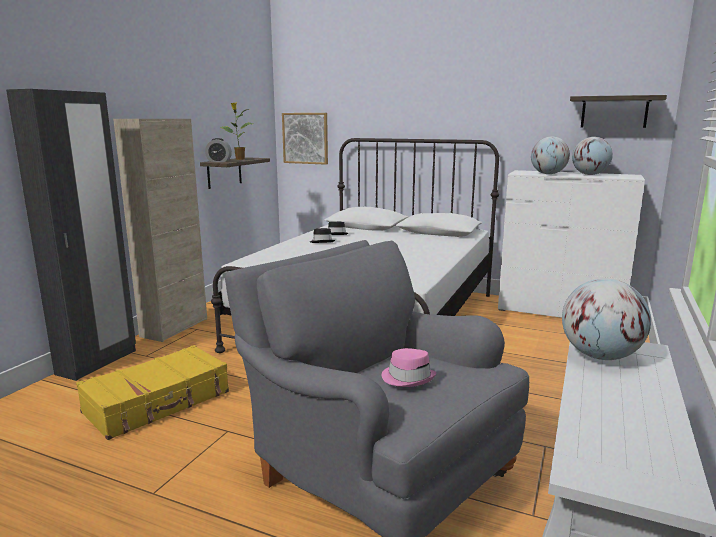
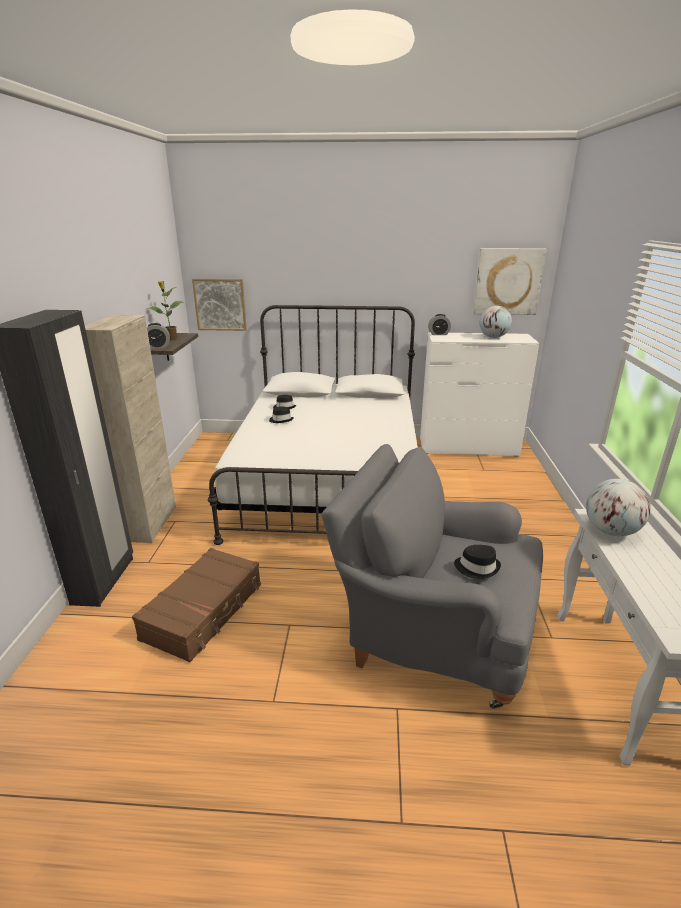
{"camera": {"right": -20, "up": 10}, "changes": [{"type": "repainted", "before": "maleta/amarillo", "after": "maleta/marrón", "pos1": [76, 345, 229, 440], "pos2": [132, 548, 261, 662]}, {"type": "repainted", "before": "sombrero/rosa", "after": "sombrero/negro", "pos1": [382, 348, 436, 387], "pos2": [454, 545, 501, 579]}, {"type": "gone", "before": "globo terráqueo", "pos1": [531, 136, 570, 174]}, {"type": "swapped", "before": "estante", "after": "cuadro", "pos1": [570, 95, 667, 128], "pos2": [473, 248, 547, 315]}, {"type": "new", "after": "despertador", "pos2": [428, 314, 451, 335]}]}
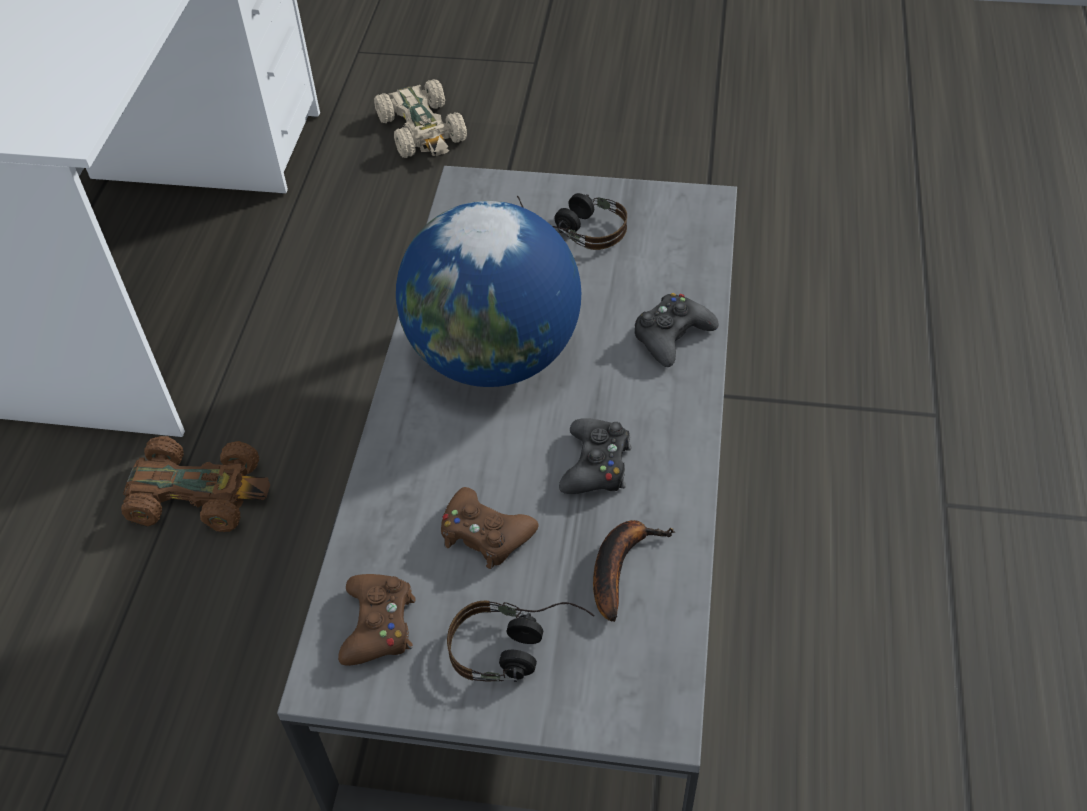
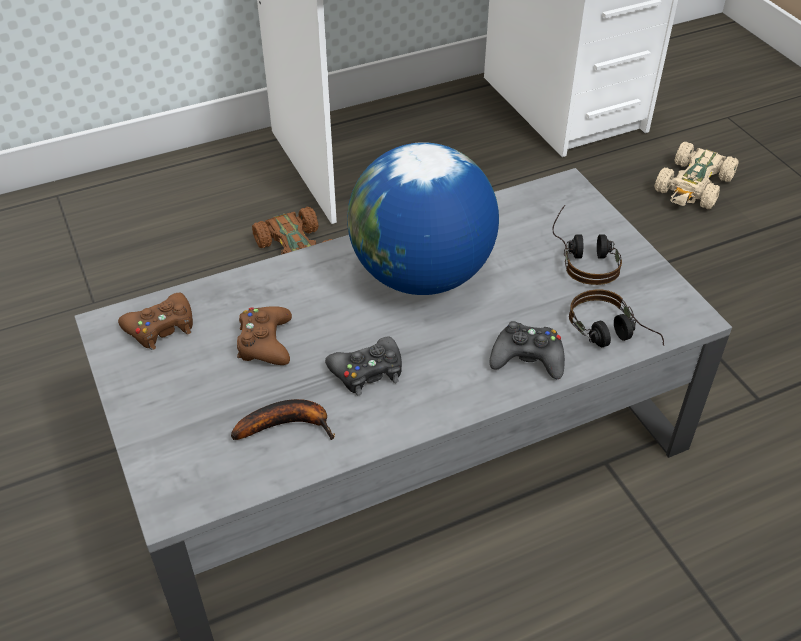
{"camera": {"right": 55, "up": -5}, "changes": [{"type": "shifted", "before": "auriculares", "pos1": [447, 601, 595, 682], "pos2": [569, 290, 664, 347]}]}
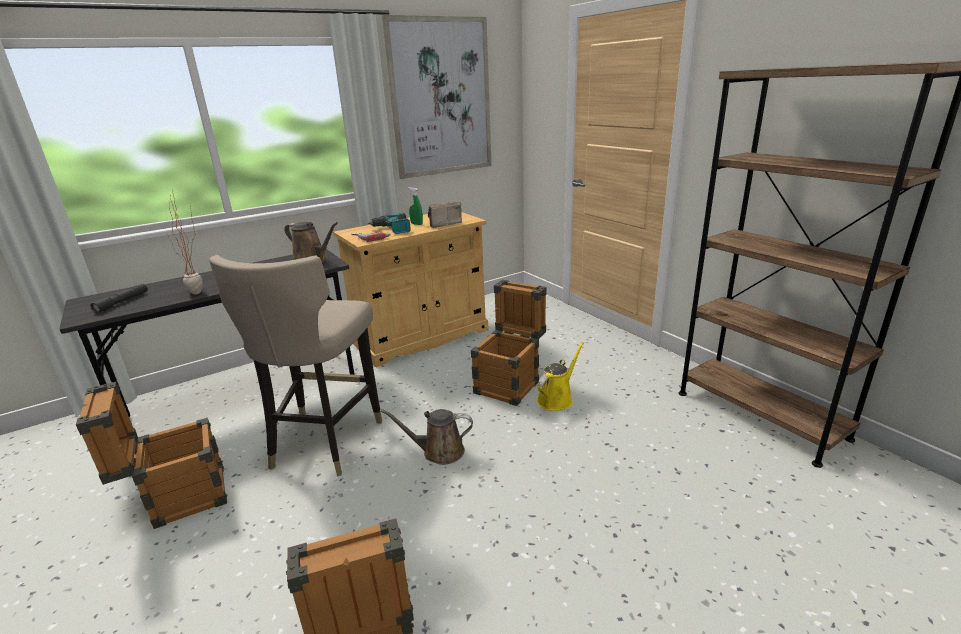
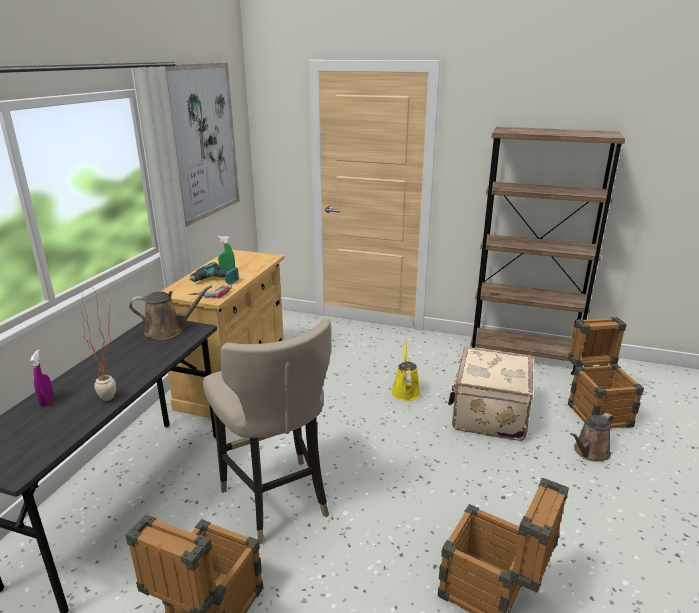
{"camera": {"right": -40, "up": 0}, "changes": [{"type": "gone", "before": "linterna/gris", "pos1": [90, 284, 148, 314]}, {"type": "shifted", "before": "regadera/marrón", "pos1": [381, 409, 473, 465], "pos2": [570, 413, 614, 462]}, {"type": "gone", "before": "radio", "pos1": [428, 201, 462, 228]}, {"type": "shifted", "before": "caja de embalaje", "pos1": [471, 280, 547, 406], "pos2": [568, 317, 644, 429]}, {"type": "new", "after": "pulverizador/morado", "pos2": [30, 350, 53, 407]}, {"type": "new", "after": "maleta/beis", "pos2": [448, 347, 533, 441]}]}
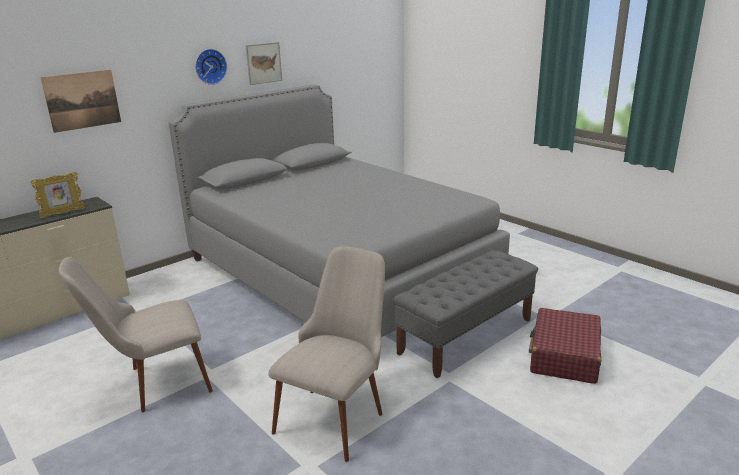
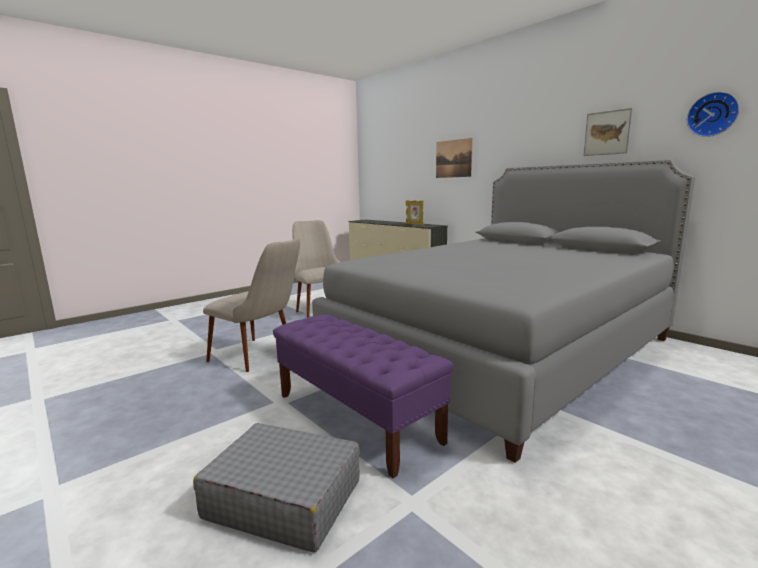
{"camera": {"right": 90, "up": -10}, "changes": [{"type": "shifted", "before": "reloj de pared", "pos1": [195, 49, 227, 85], "pos2": [686, 92, 740, 137]}, {"type": "repainted", "before": "banco/gris", "after": "banco/morado", "pos1": [393, 250, 538, 378], "pos2": [273, 314, 454, 478]}, {"type": "repainted", "before": "maleta/rojo", "after": "maleta/gris", "pos1": [529, 308, 601, 384], "pos2": [193, 423, 360, 553]}]}
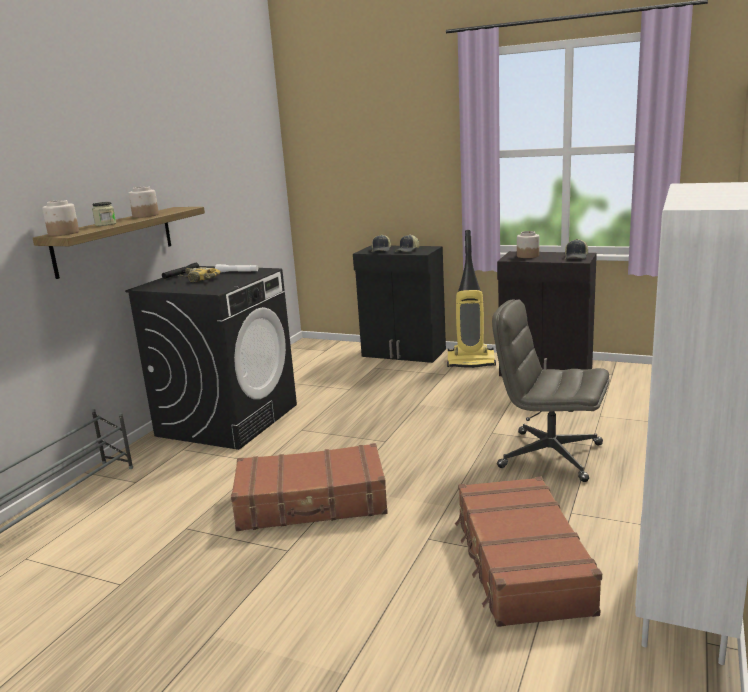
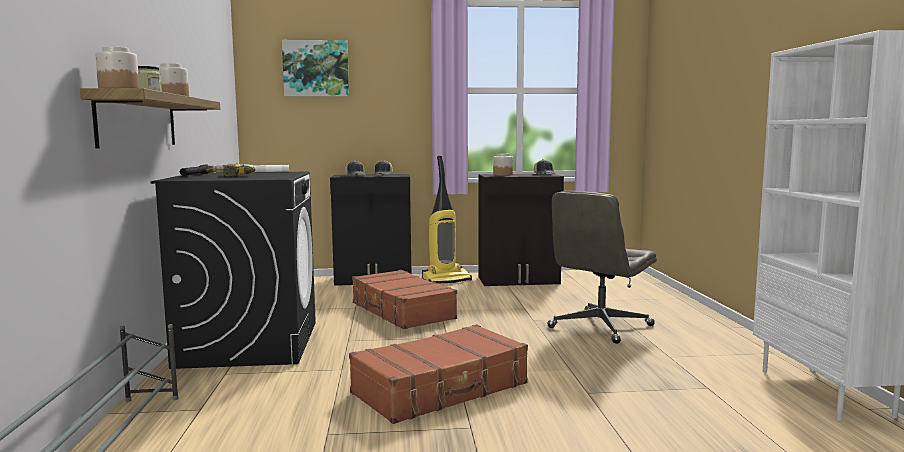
{"camera": {"right": -30, "up": -10}, "changes": [{"type": "shifted", "before": "maleta/marrón", "pos1": [455, 477, 602, 627], "pos2": [352, 270, 457, 329]}, {"type": "rotated", "before": "silla de oficina/gris", "pos1": [492, 299, 610, 482], "pos2": [547, 191, 657, 344], "turn": -45}, {"type": "new", "after": "cuadro", "pos2": [282, 40, 349, 97]}]}
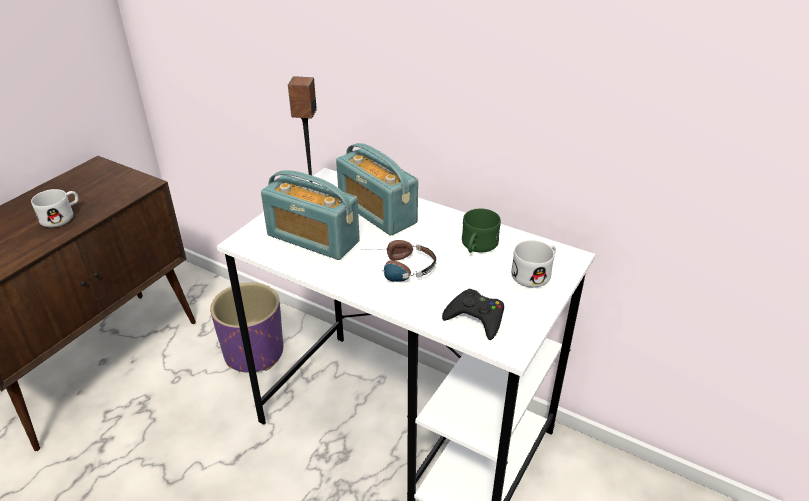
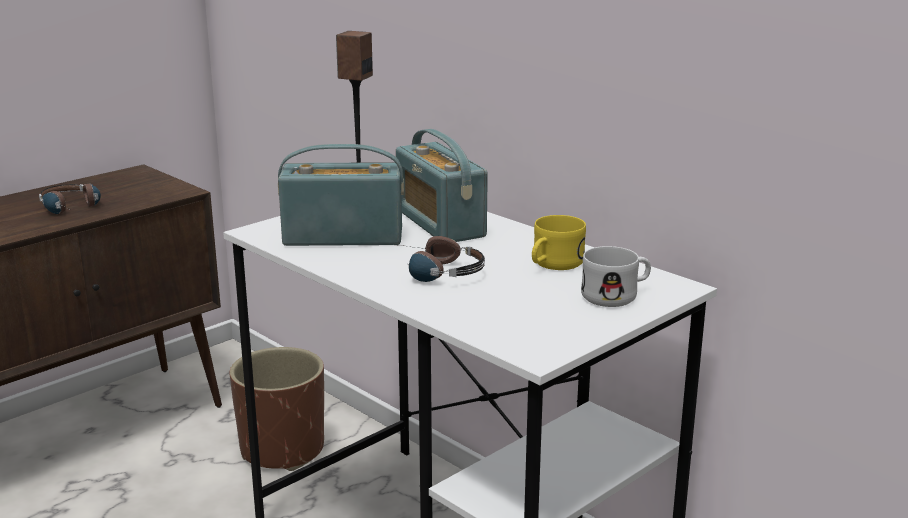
{"camera": {"right": 15, "up": -15}, "changes": [{"type": "swapped", "before": "taza grande/blanco", "after": "auriculares", "pos1": [31, 189, 79, 227], "pos2": [39, 184, 101, 214]}, {"type": "repainted", "before": "maceta/morado", "after": "maceta/marrón", "pos1": [210, 283, 283, 372], "pos2": [230, 347, 324, 471]}, {"type": "rotated", "before": "radio", "pos1": [261, 170, 360, 260], "pos2": [278, 144, 404, 246], "turn": 135}, {"type": "gone", "before": "mando de consola/negro", "pos1": [442, 289, 504, 340]}, {"type": "repainted", "before": "taza grande/verde", "after": "taza grande/amarillo", "pos1": [462, 208, 501, 253], "pos2": [532, 215, 586, 270]}]}
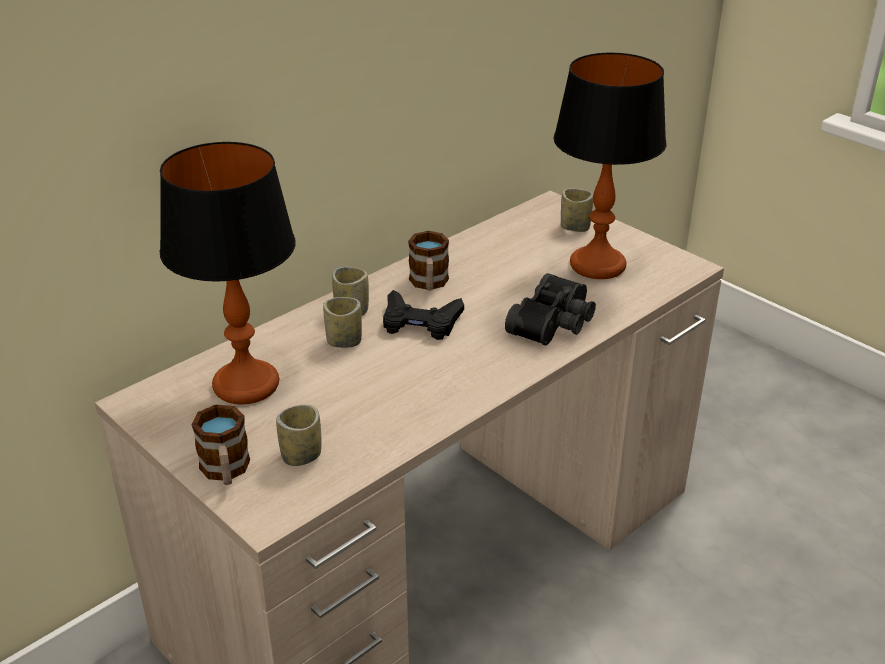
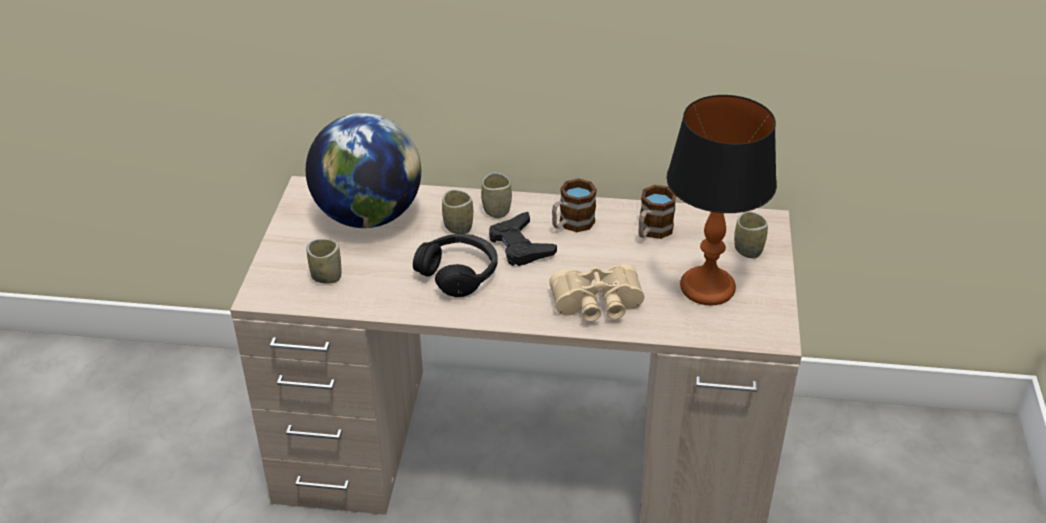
{"camera": {"right": 50, "up": 5}, "changes": [{"type": "swapped", "before": "lámpara de mesa", "after": "globo terráqueo", "pos1": [160, 142, 296, 404], "pos2": [306, 113, 421, 228]}, {"type": "shifted", "before": "taza grande", "pos1": [192, 405, 250, 485], "pos2": [638, 185, 676, 239]}, {"type": "repainted", "before": "prismáticos/negro", "after": "prismáticos/beis", "pos1": [505, 273, 596, 346], "pos2": [549, 264, 644, 322]}, {"type": "new", "after": "auriculares/negro", "pos2": [413, 234, 498, 297]}]}
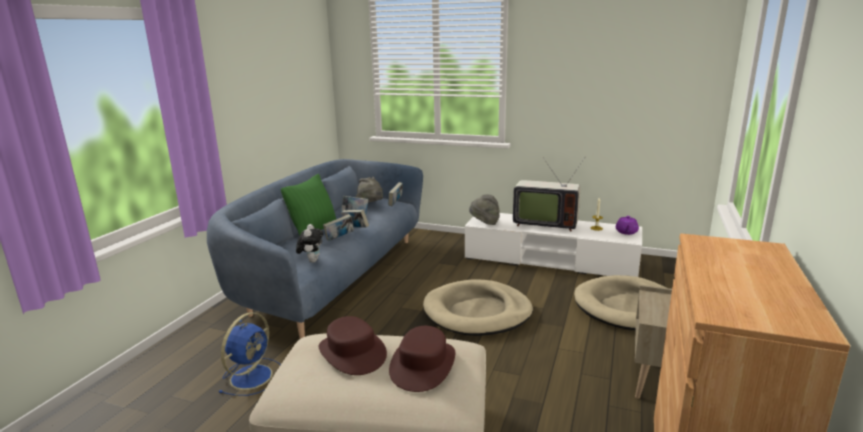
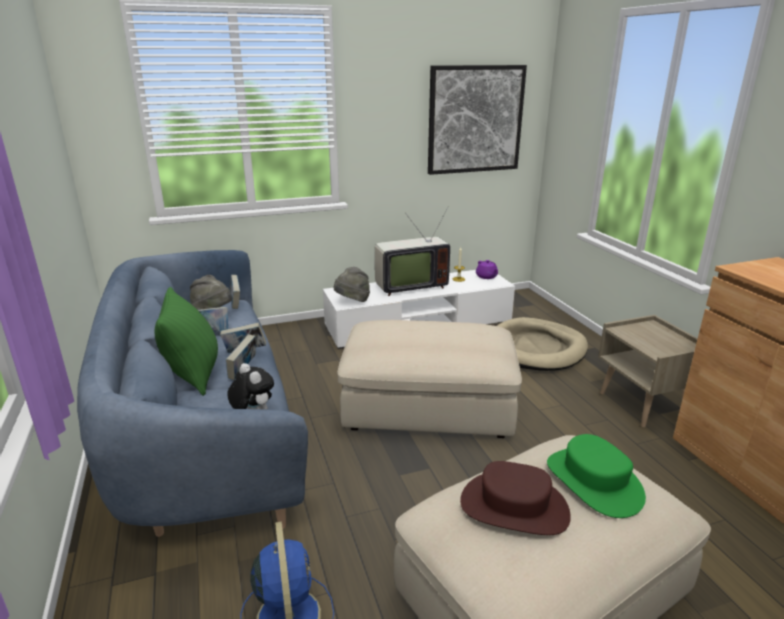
{"camera": {"right": -40, "up": 5}, "changes": [{"type": "repainted", "before": "sombrero/marrón", "after": "sombrero/verde", "pos1": [389, 326, 455, 392], "pos2": [547, 434, 646, 518]}, {"type": "swapped", "before": "cama para perro/beis", "after": "puf/beis", "pos1": [423, 280, 533, 336], "pos2": [338, 320, 522, 438]}, {"type": "new", "after": "cuadro", "pos2": [428, 65, 527, 175]}]}
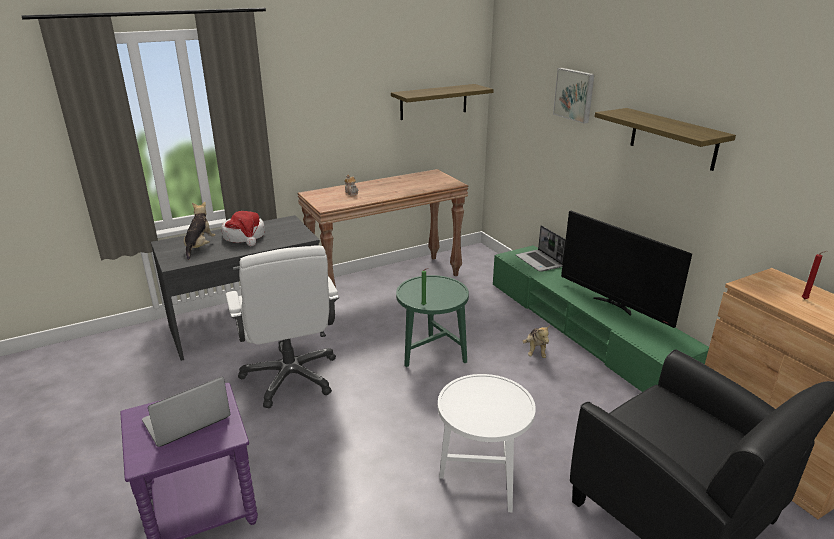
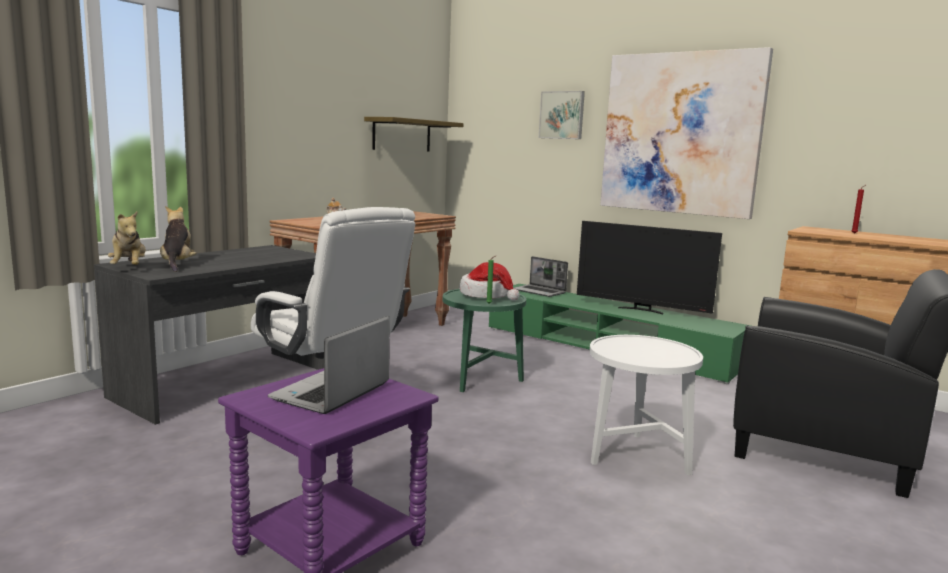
{"camera": {"right": -25, "up": -15}, "changes": [{"type": "shifted", "before": "sombrero", "pos1": [221, 211, 265, 246], "pos2": [460, 262, 519, 301]}, {"type": "shifted", "before": "peluche", "pos1": [522, 325, 550, 358], "pos2": [108, 212, 146, 265]}, {"type": "swapped", "before": "estante", "after": "cuadro", "pos1": [595, 108, 736, 171], "pos2": [600, 47, 773, 219]}]}
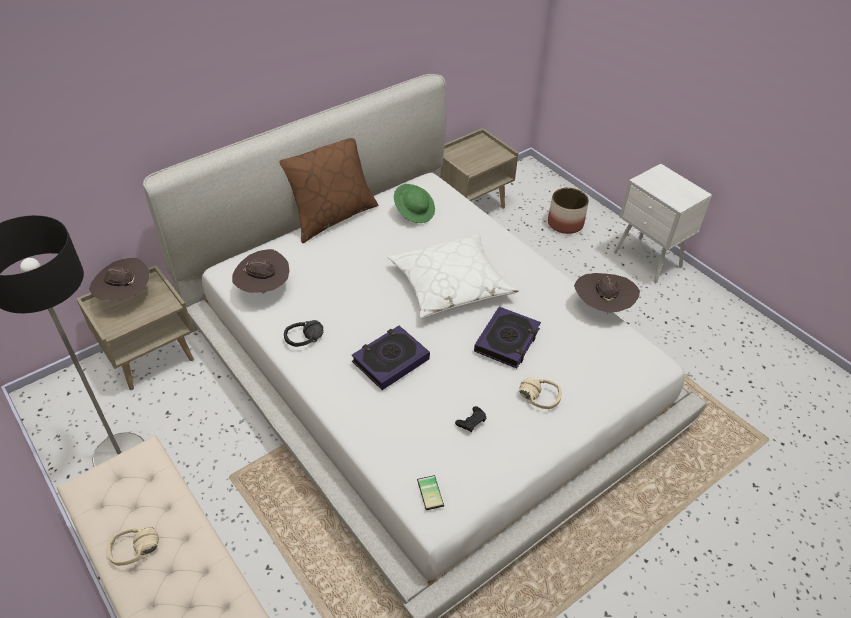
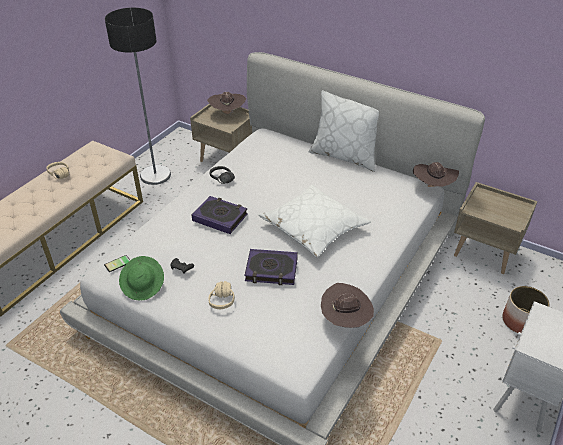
{"camera": {"right": 70, "up": -5}, "changes": [{"type": "shifted", "before": "sombrero/marrón", "pos1": [232, 249, 289, 294], "pos2": [413, 162, 459, 187]}, {"type": "repainted", "before": "cojín/marrón", "after": "cojín/blanco", "pos1": [279, 138, 378, 243], "pos2": [309, 90, 379, 172]}, {"type": "shifted", "before": "sombrero/verde", "pos1": [394, 184, 435, 223], "pos2": [119, 256, 164, 300]}]}
